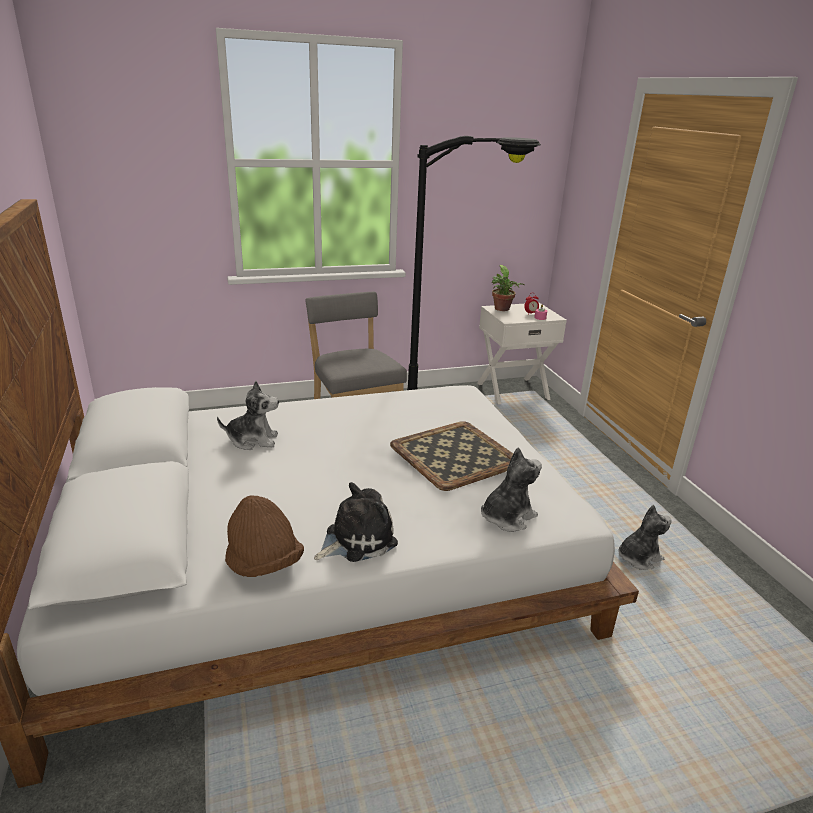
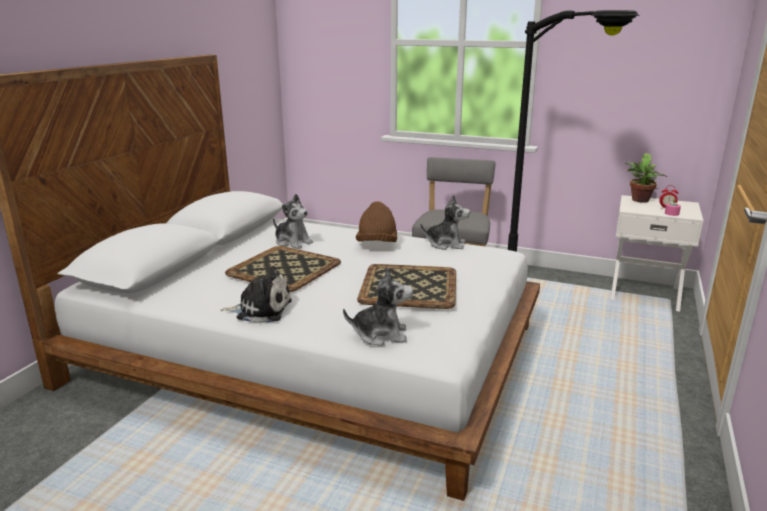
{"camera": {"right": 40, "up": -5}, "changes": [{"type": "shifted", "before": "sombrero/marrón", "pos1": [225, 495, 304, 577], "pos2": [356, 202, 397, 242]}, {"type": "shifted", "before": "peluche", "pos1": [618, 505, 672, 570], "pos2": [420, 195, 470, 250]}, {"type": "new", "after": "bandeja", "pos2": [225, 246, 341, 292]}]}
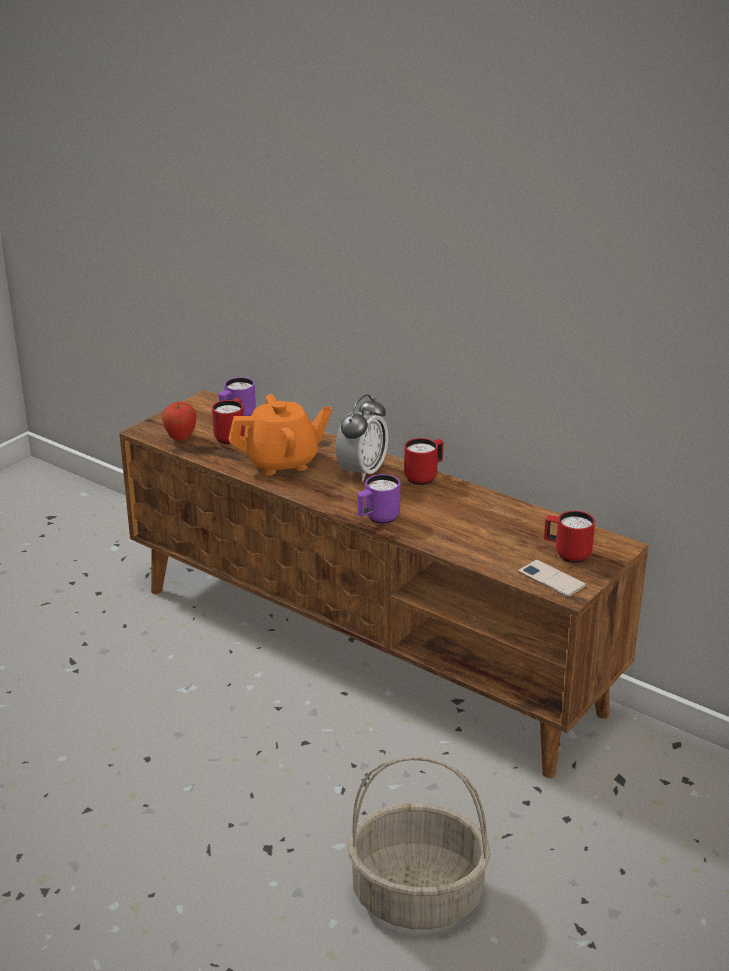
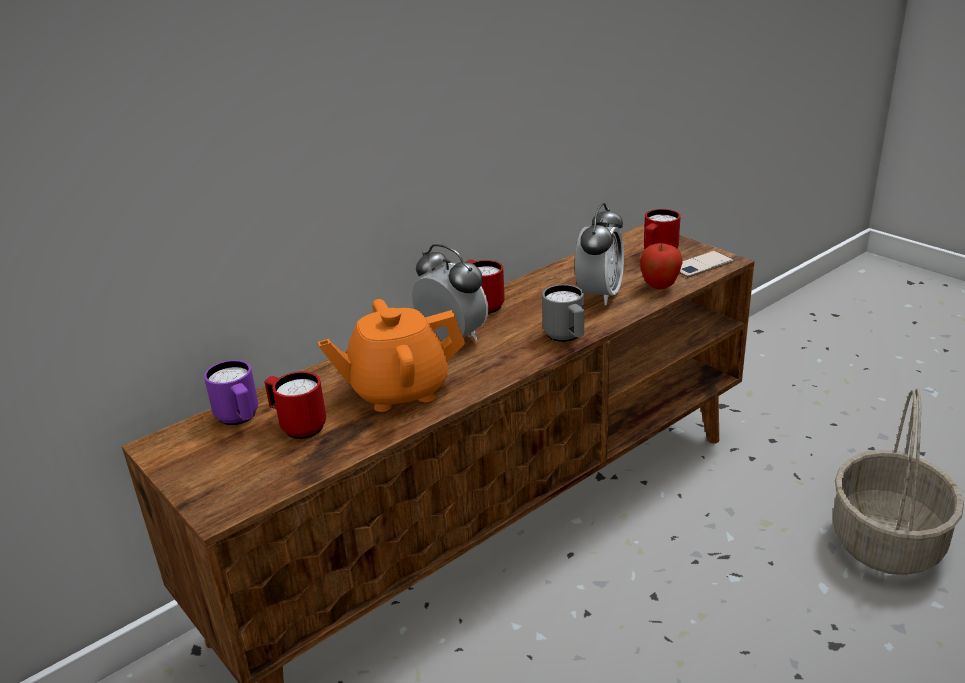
{"camera": {"right": -75, "up": 0}, "changes": [{"type": "shifted", "before": "manzana", "pos1": [162, 402, 197, 441], "pos2": [640, 243, 683, 289]}, {"type": "rotated", "before": "tetera/naranja", "pos1": [228, 394, 332, 475], "pos2": [318, 299, 466, 412], "turn": -105}, {"type": "repainted", "before": "taza grande/morado", "after": "taza grande/gris", "pos1": [357, 474, 400, 524], "pos2": [542, 284, 584, 342]}, {"type": "new", "after": "despertador", "pos2": [575, 203, 624, 305]}]}
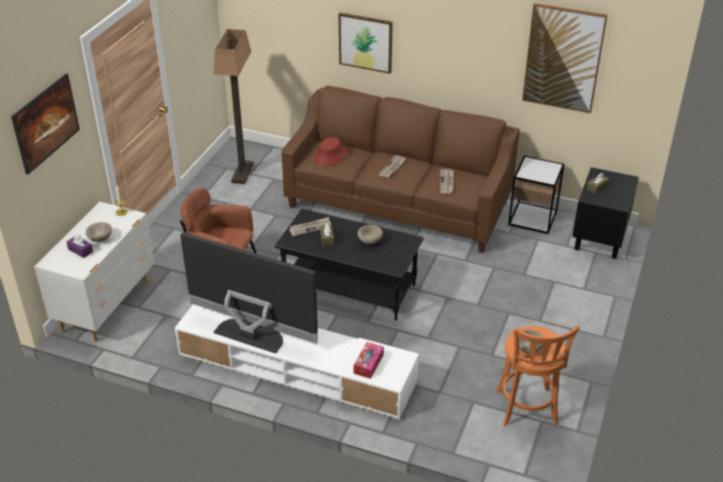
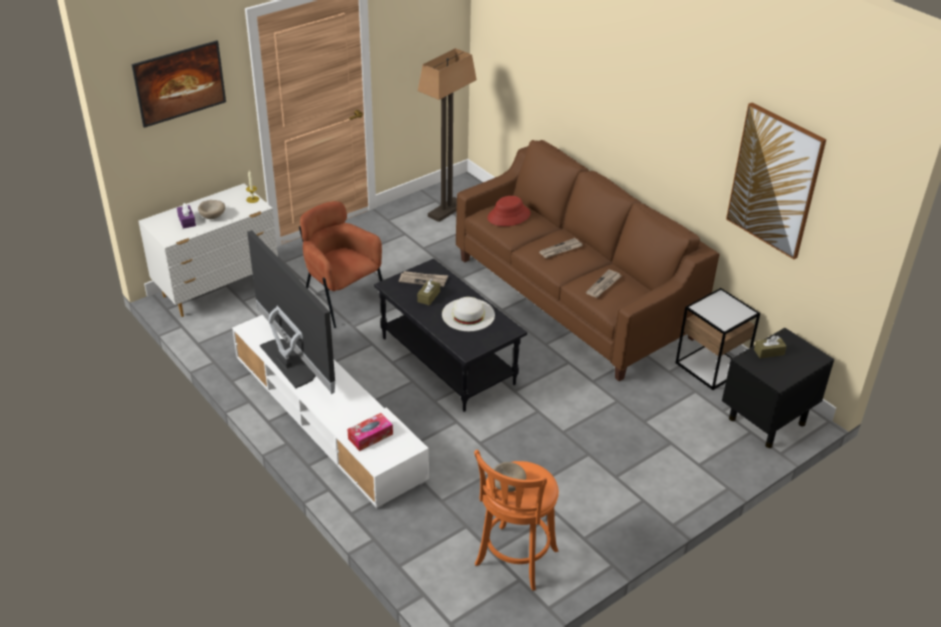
{"camera": {"right": 30, "up": 0}, "changes": [{"type": "gone", "before": "cuadro", "pos1": [339, 13, 393, 74]}, {"type": "swapped", "before": "cuenco/beis", "after": "sombrero/blanco", "pos1": [357, 225, 383, 244], "pos2": [442, 297, 495, 331]}]}
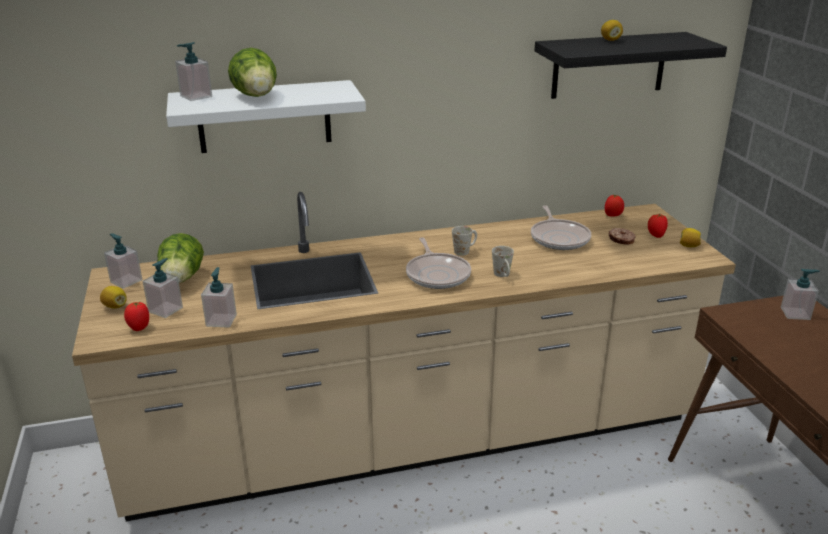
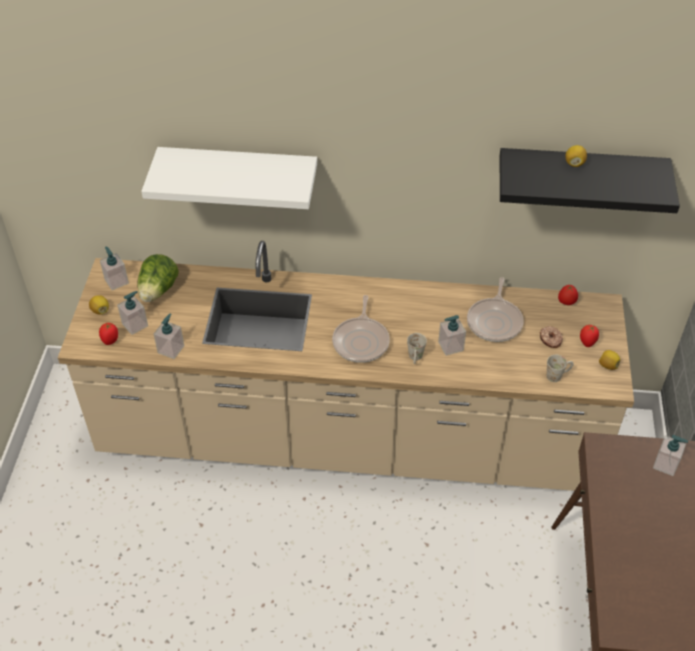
{"camera": {"right": 20, "up": 20}, "changes": [{"type": "shifted", "before": "dispensador de jabón", "pos1": [175, 42, 212, 101], "pos2": [438, 315, 466, 356]}, {"type": "gone", "before": "lechuga", "pos1": [228, 48, 277, 97]}, {"type": "shifted", "before": "taza grande/blanco", "pos1": [452, 226, 477, 256], "pos2": [547, 355, 574, 382]}]}
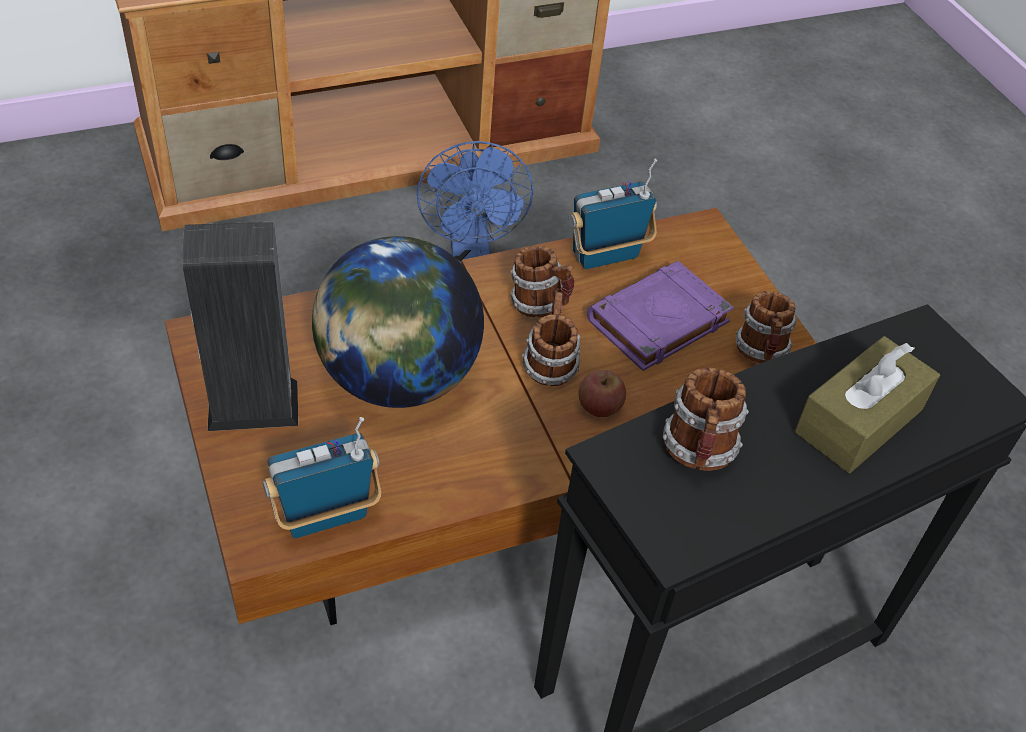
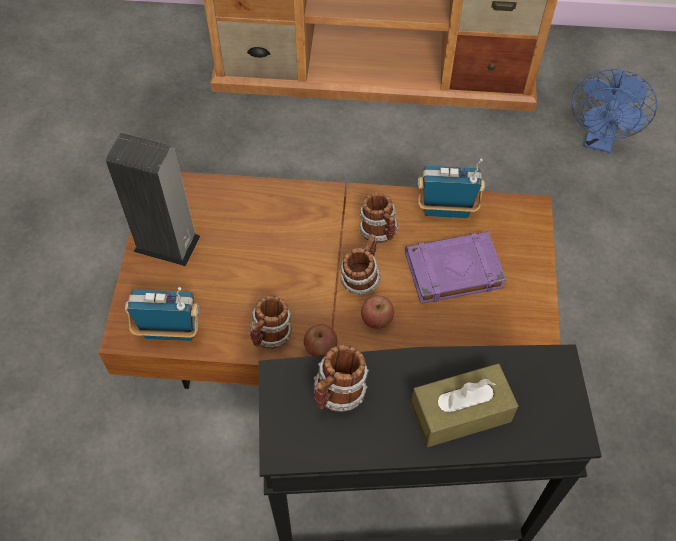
{"camera": {"right": 30, "up": 10}, "changes": [{"type": "gone", "before": "globo terráqueo", "pos1": [312, 236, 484, 408]}, {"type": "shifted", "before": "ventilador/azul", "pos1": [417, 141, 533, 263], "pos2": [572, 69, 657, 153]}, {"type": "shifted", "before": "taza grande", "pos1": [736, 291, 797, 363], "pos2": [250, 296, 292, 349]}, {"type": "new", "after": "manzana", "pos2": [304, 324, 338, 356]}]}
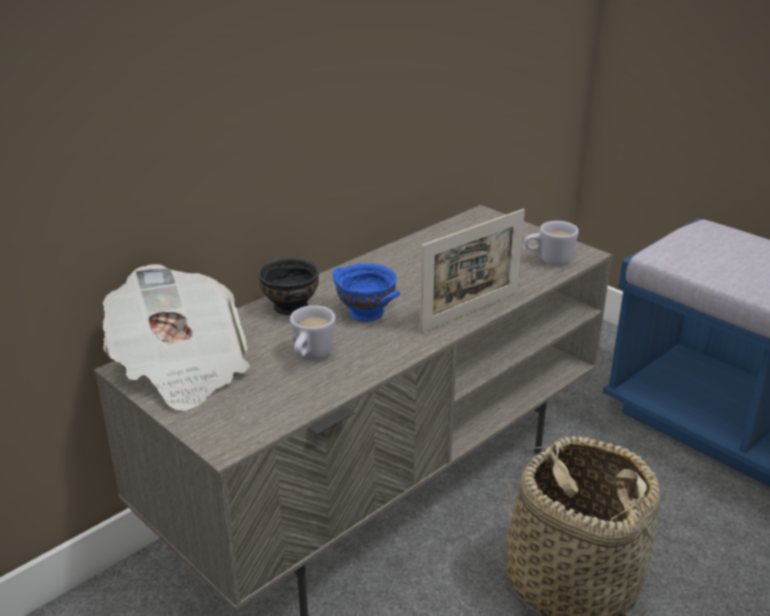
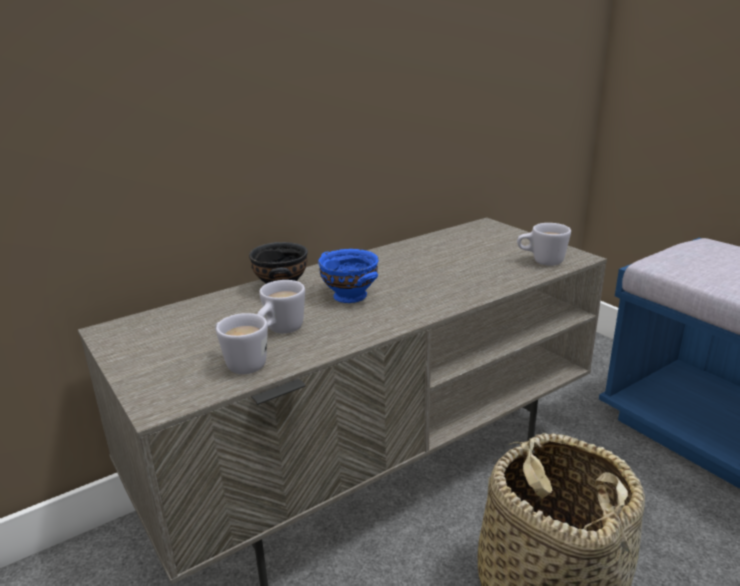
{"camera": {"right": 10, "up": -5}, "changes": [{"type": "gone", "before": "periódico", "pos1": [103, 264, 250, 411]}, {"type": "gone", "before": "portarretratos", "pos1": [420, 209, 525, 334]}, {"type": "new", "after": "taza grande/blanco", "pos2": [215, 313, 268, 374]}]}
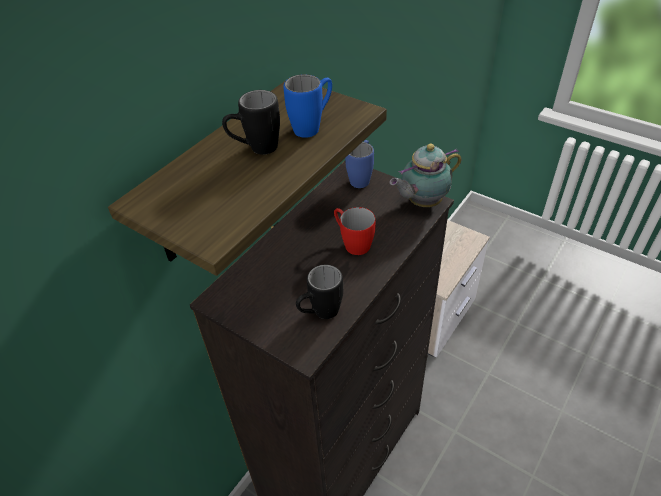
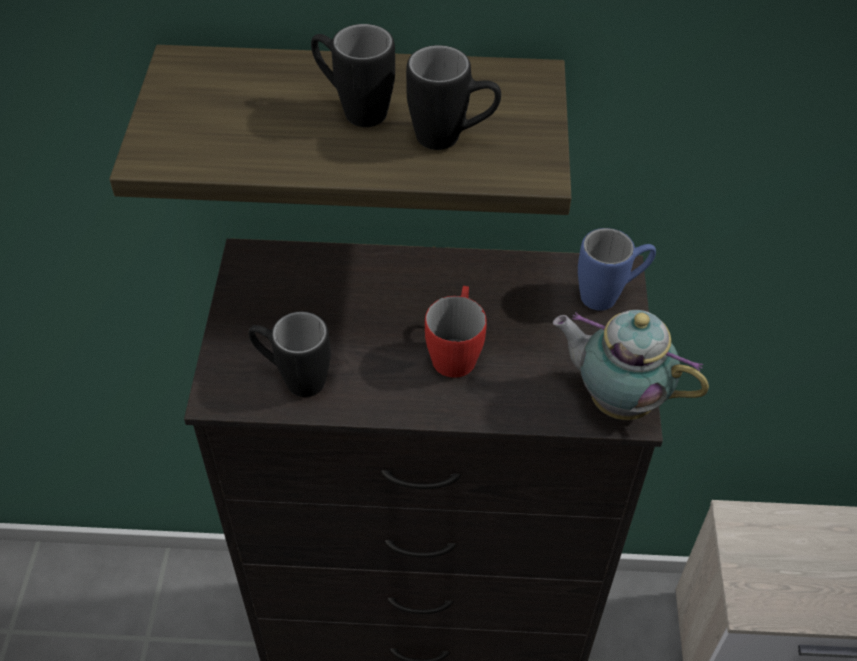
{"camera": {"right": 55, "up": 5}, "changes": [{"type": "repainted", "before": "taza grande/azul", "after": "taza grande/negro", "pos1": [283, 74, 332, 138], "pos2": [406, 45, 501, 150]}]}
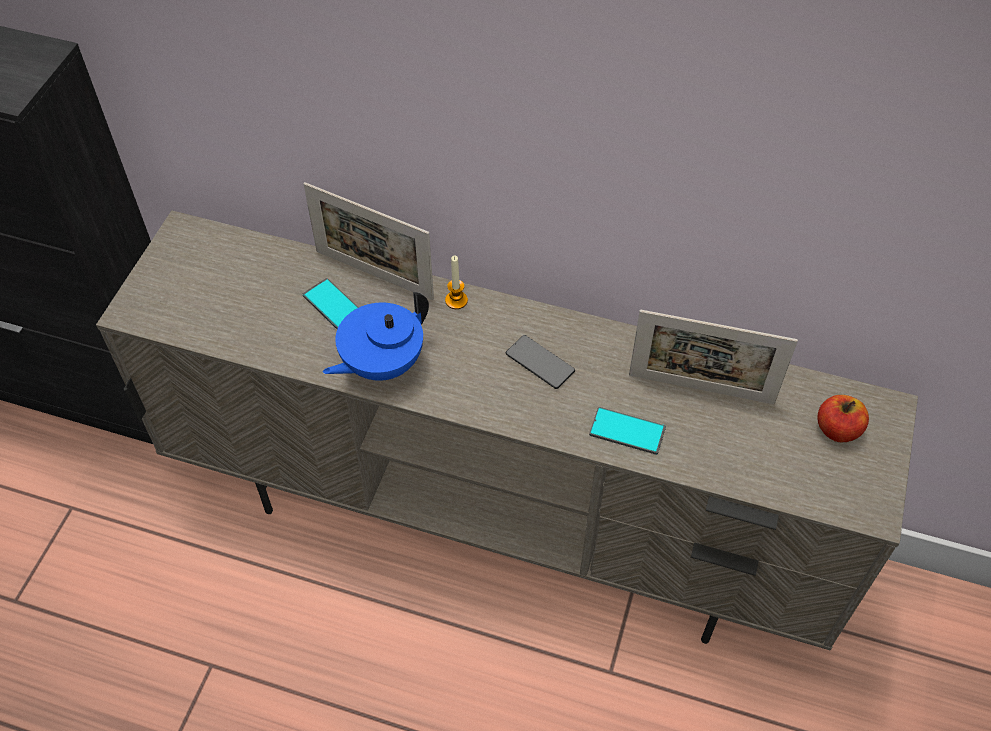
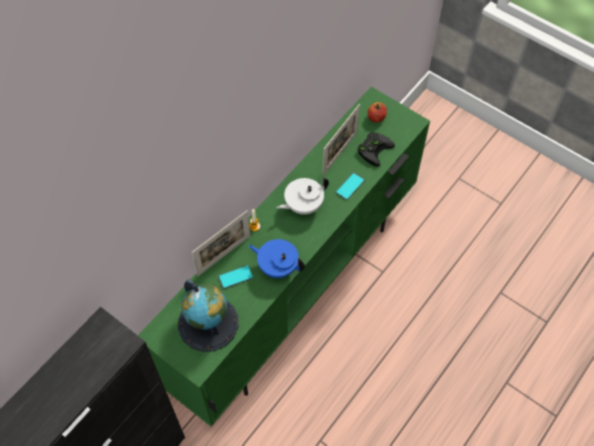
{"camera": {"right": -70, "up": 5}, "changes": [{"type": "repainted", "before": "mueble de televisión/beis", "after": "mueble de televisión/verde", "pos1": [96, 210, 918, 650], "pos2": [138, 87, 430, 427]}, {"type": "rotated", "before": "tetera/azul", "pos1": [323, 292, 429, 381], "pos2": [249, 239, 305, 278], "turn": 135}, {"type": "swapped", "before": "móvil", "after": "tetera/blanco", "pos1": [506, 335, 575, 389], "pos2": [277, 177, 329, 215]}, {"type": "new", "after": "globo terráqueo", "pos2": [178, 279, 238, 352]}, {"type": "new", "after": "mando de consola/negro", "pos2": [357, 132, 395, 167]}]}
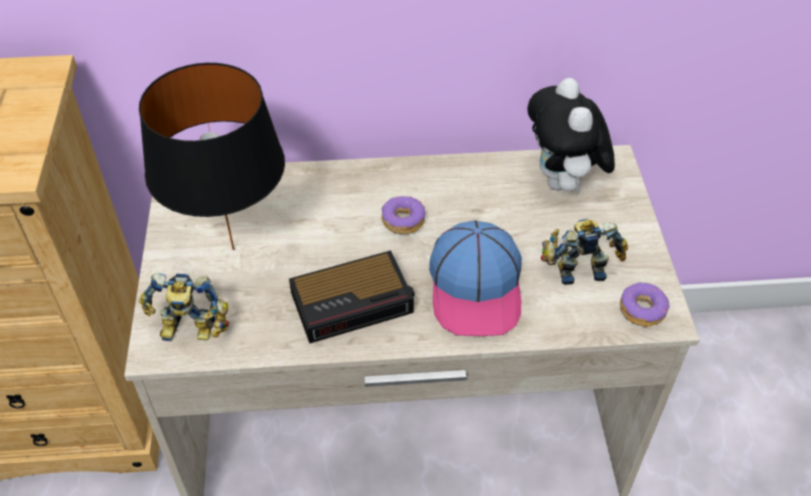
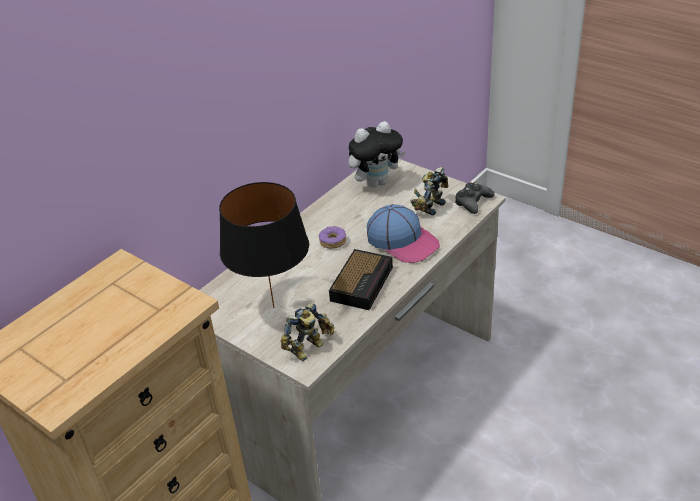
{"camera": {"right": -45, "up": -10}, "changes": [{"type": "rotated", "before": "peluche", "pos1": [528, 78, 615, 194], "pos2": [348, 121, 406, 188], "turn": -60}, {"type": "swapped", "before": "rosquilla", "after": "mando de consola/negro", "pos1": [620, 282, 670, 327], "pos2": [455, 182, 494, 214]}]}
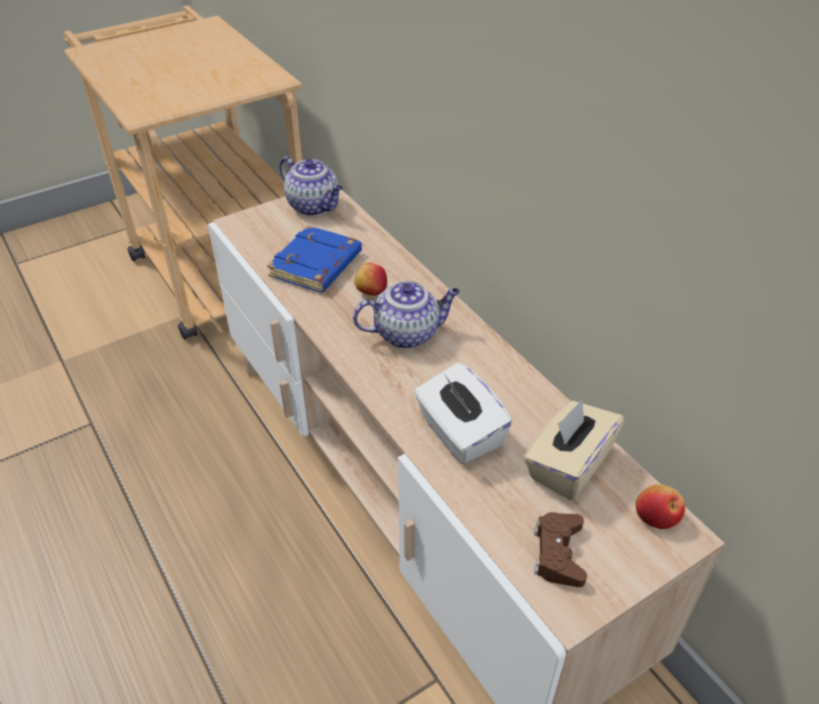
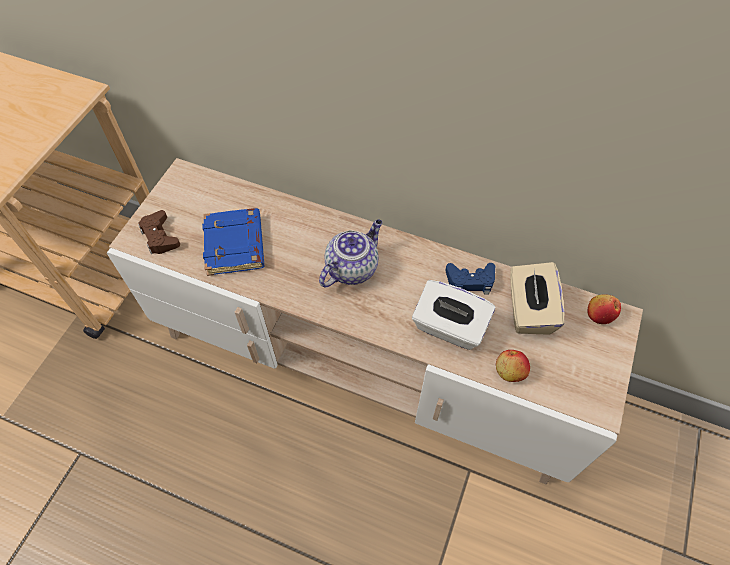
{"camera": {"right": -35, "up": 15}, "changes": [{"type": "gone", "before": "tetera", "pos1": [280, 157, 343, 216]}, {"type": "shifted", "before": "manzana", "pos1": [354, 262, 387, 296], "pos2": [496, 350, 530, 382]}, {"type": "shifted", "before": "mando de consola/marrón", "pos1": [534, 512, 587, 587], "pos2": [138, 210, 180, 254]}, {"type": "new", "after": "mando de consola/azul", "pos2": [445, 263, 495, 295]}]}
